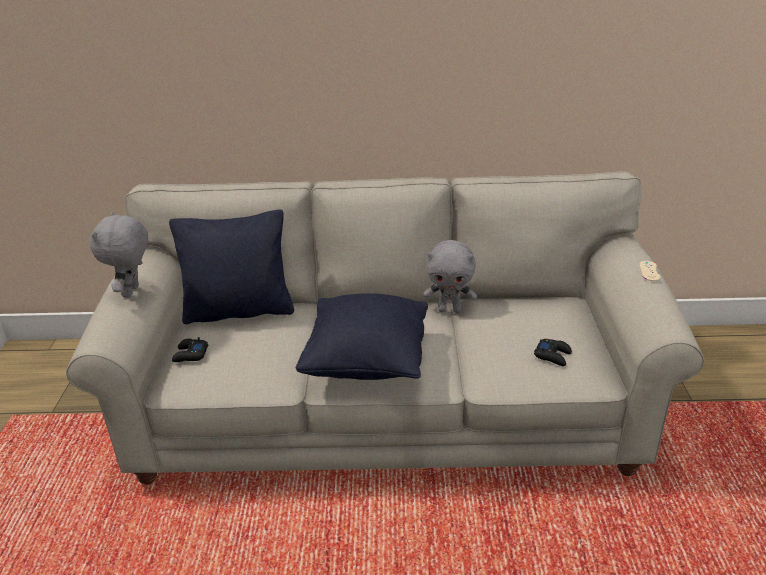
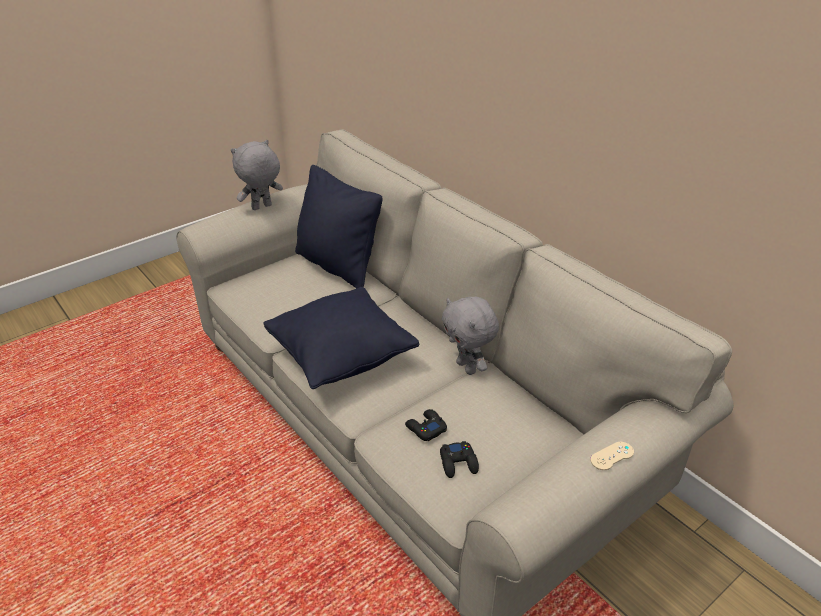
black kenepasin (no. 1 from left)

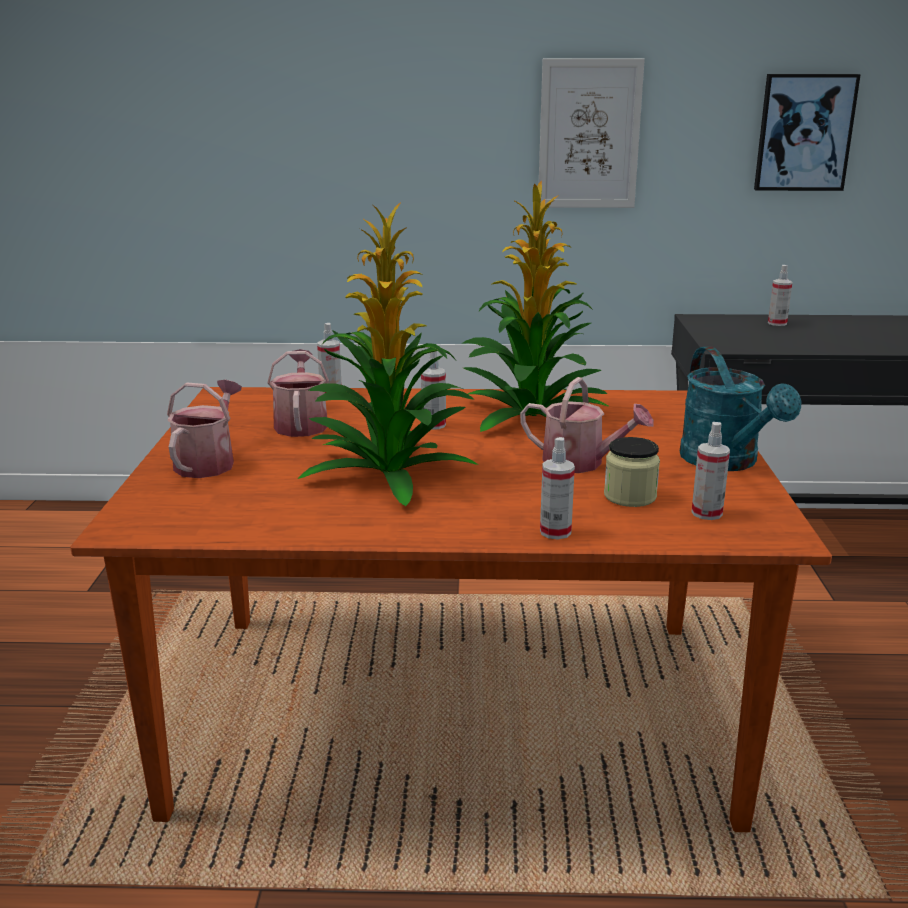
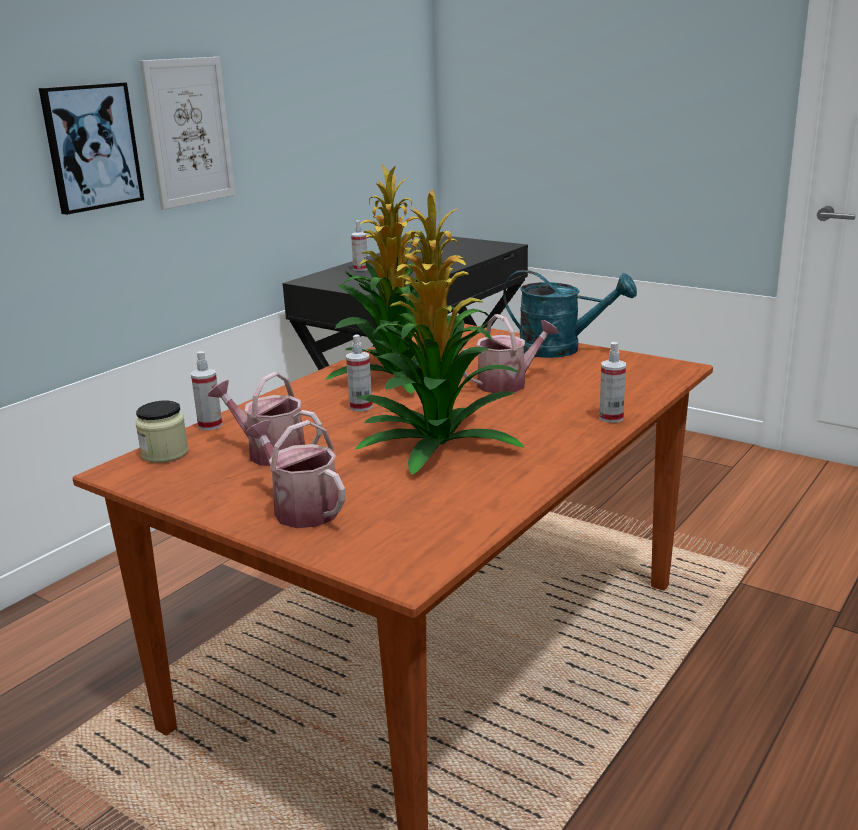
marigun (no. 1 from left)
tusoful (no. 4 from left in the first image)
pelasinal

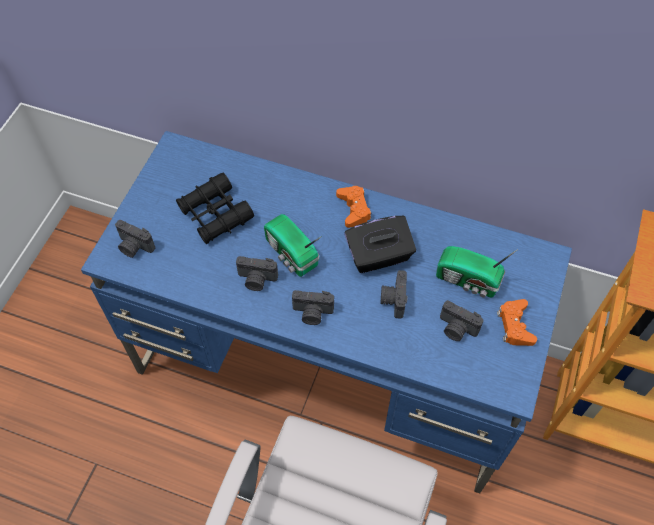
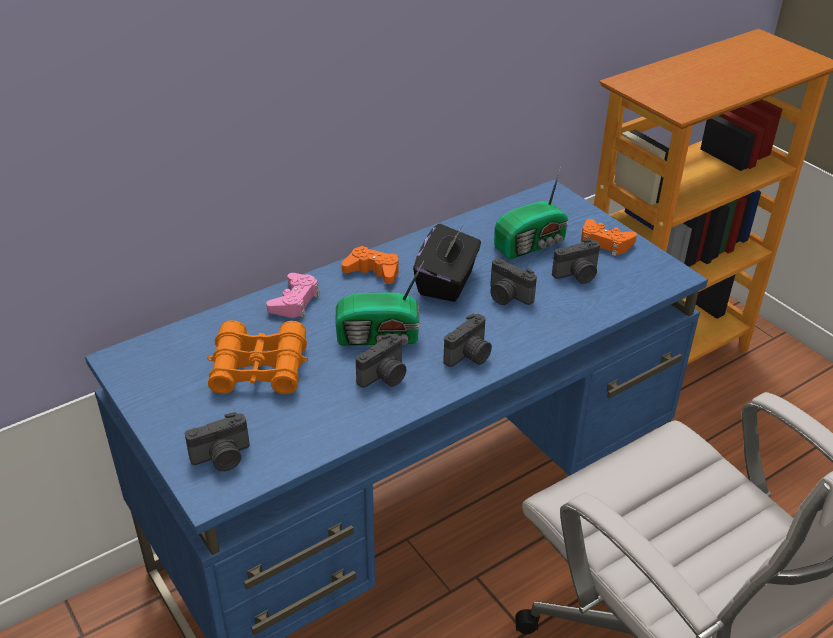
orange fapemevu
pink kenepasin

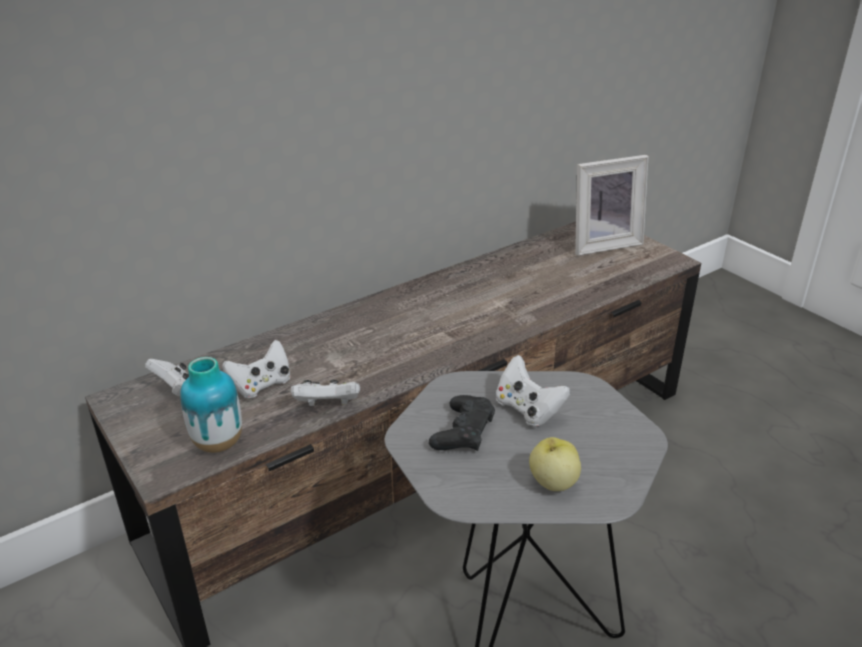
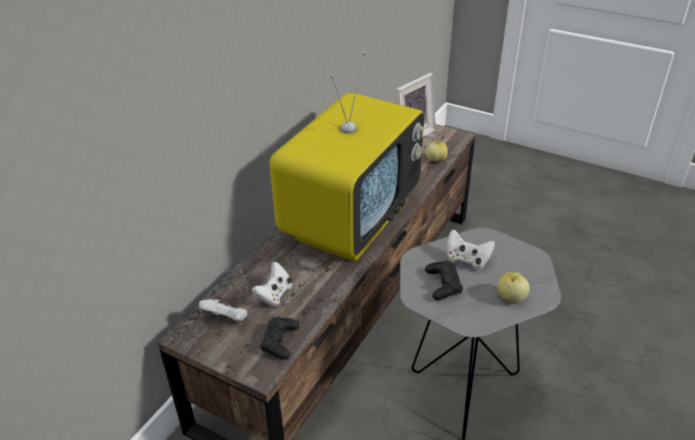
black kenepasin (no. 1 from left)
white kenepasin (no. 3 from left in the first image)
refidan
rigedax (no. 1 from left)

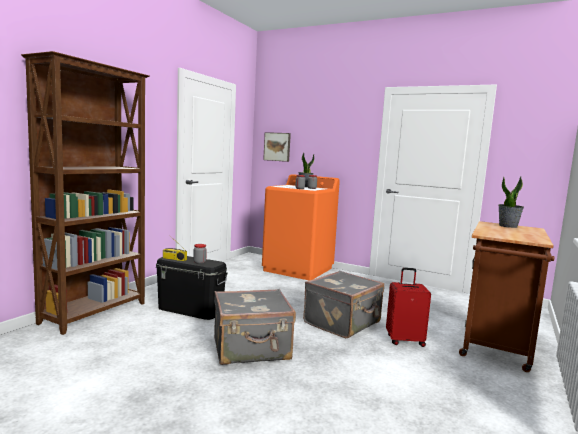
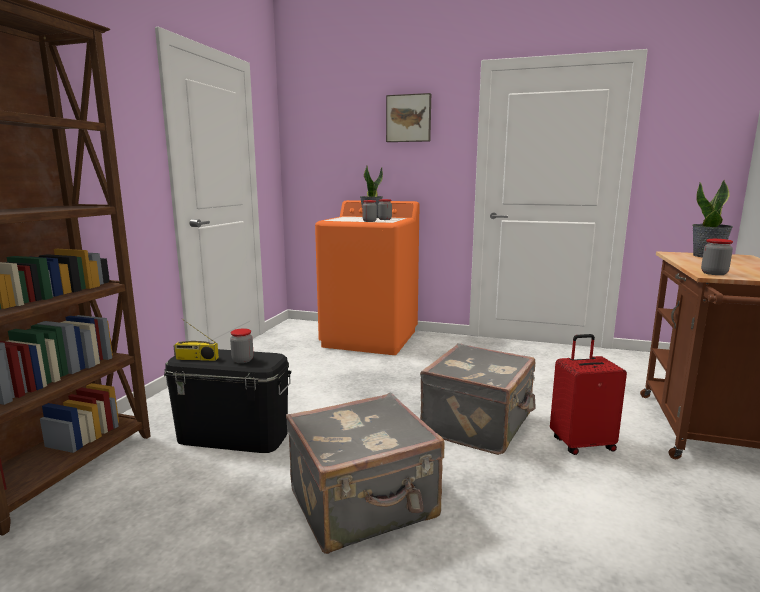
marigun
pelasinal (no. 4 from left)

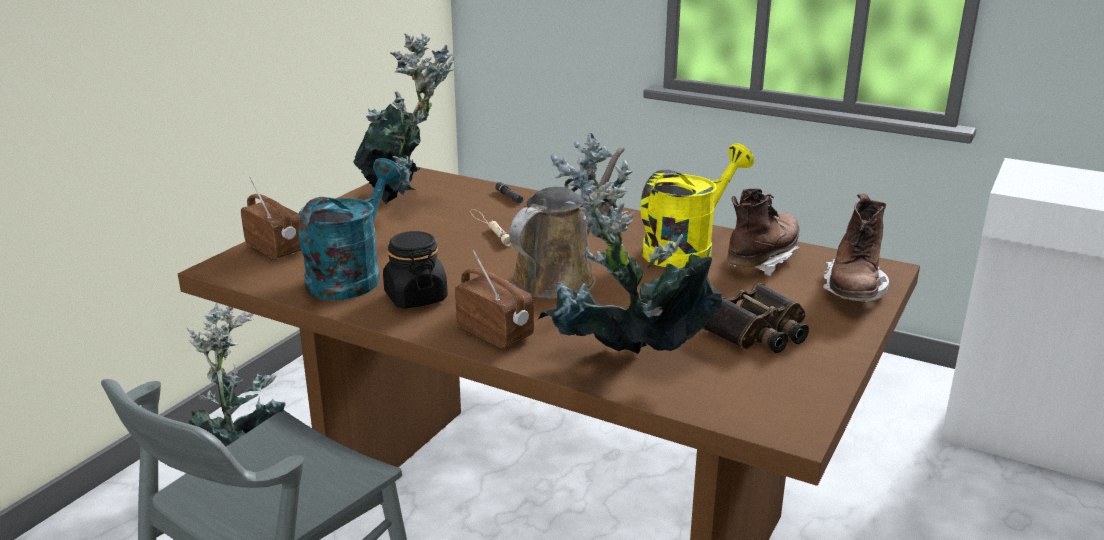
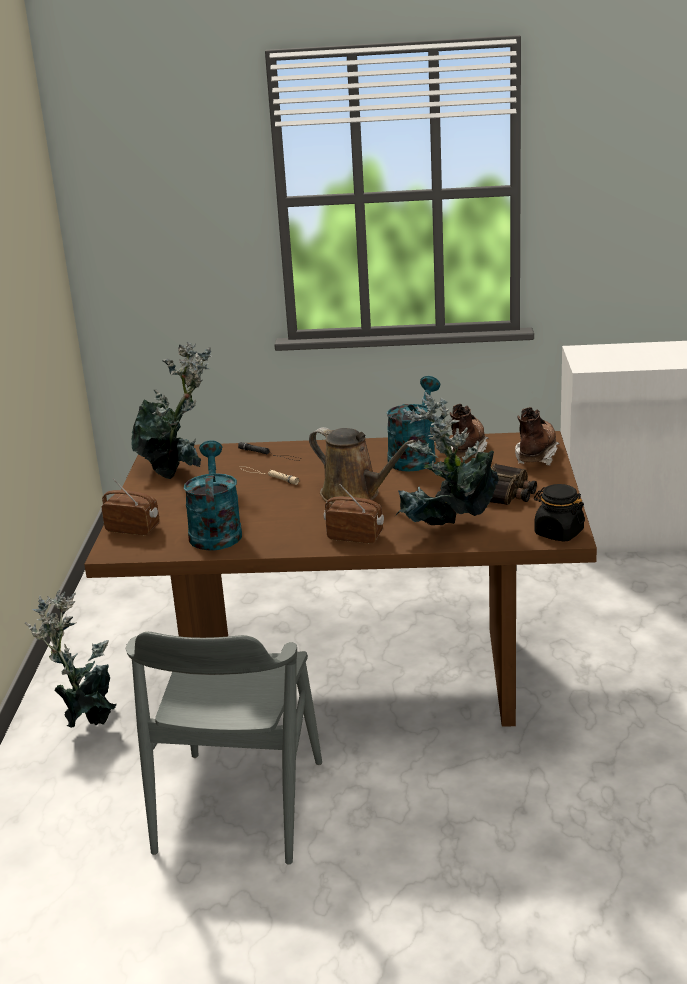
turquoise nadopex (no. 2 from left)
brown nadopex
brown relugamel (no. 2 from left)
black pelasinal

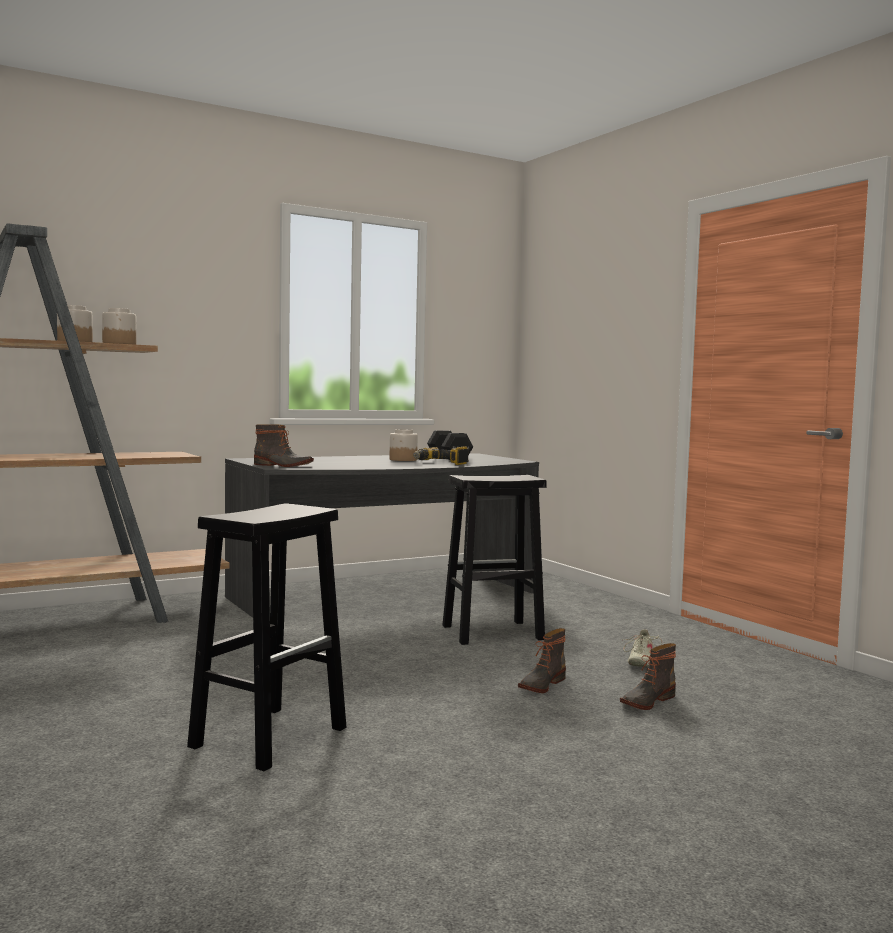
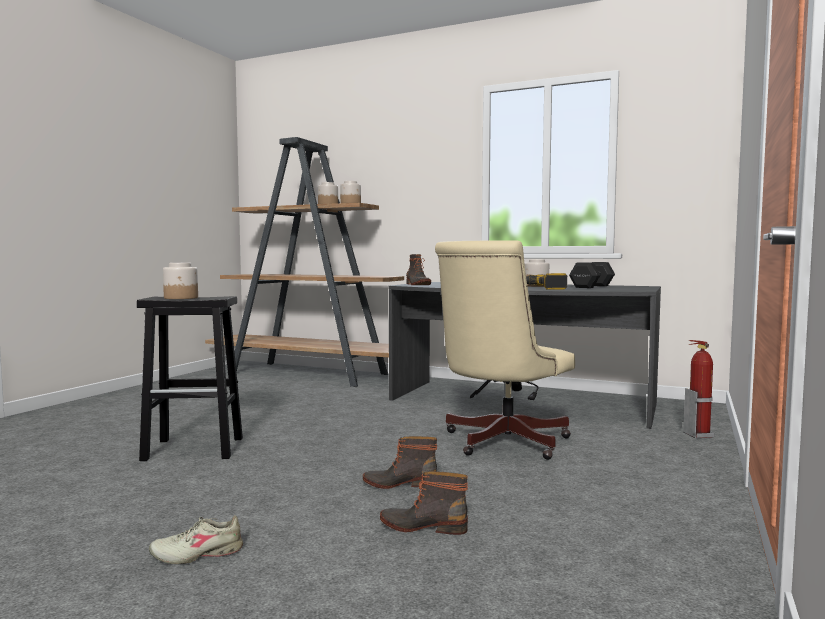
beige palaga
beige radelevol
pelasinal (no. 1 from left)
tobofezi

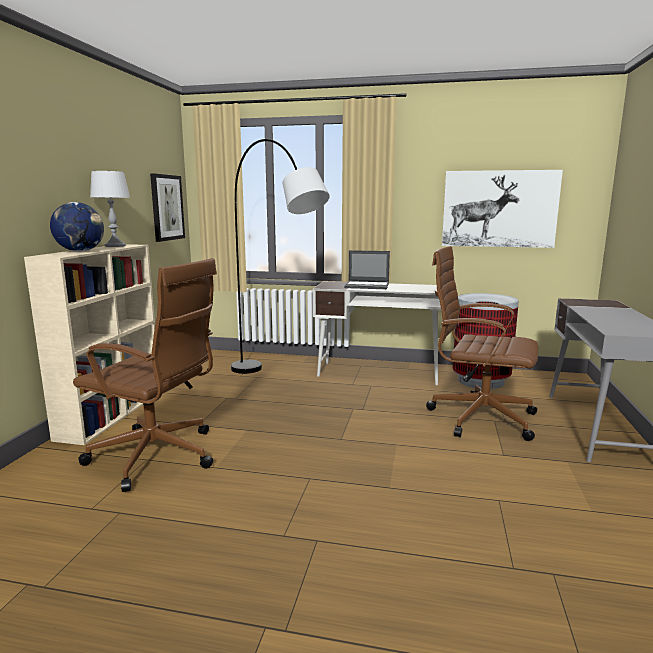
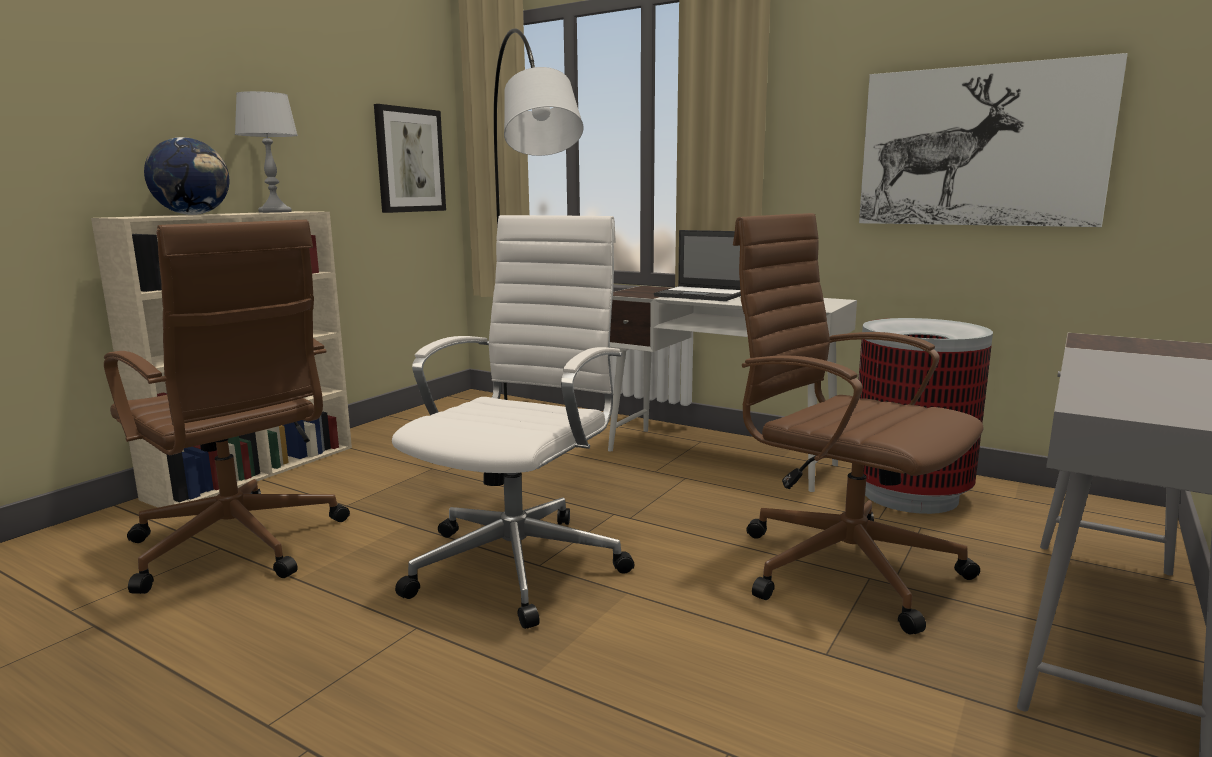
white palaga

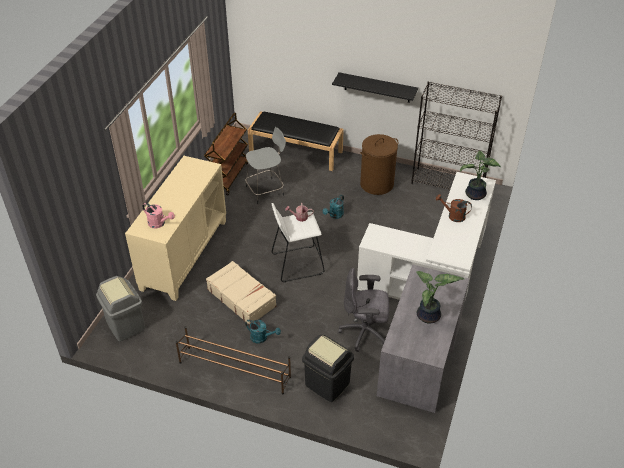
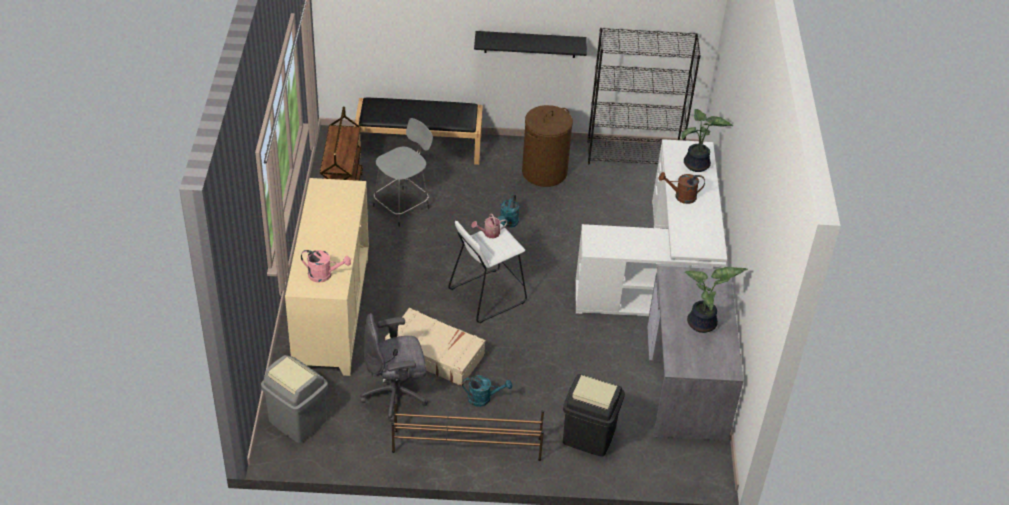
grey palaga

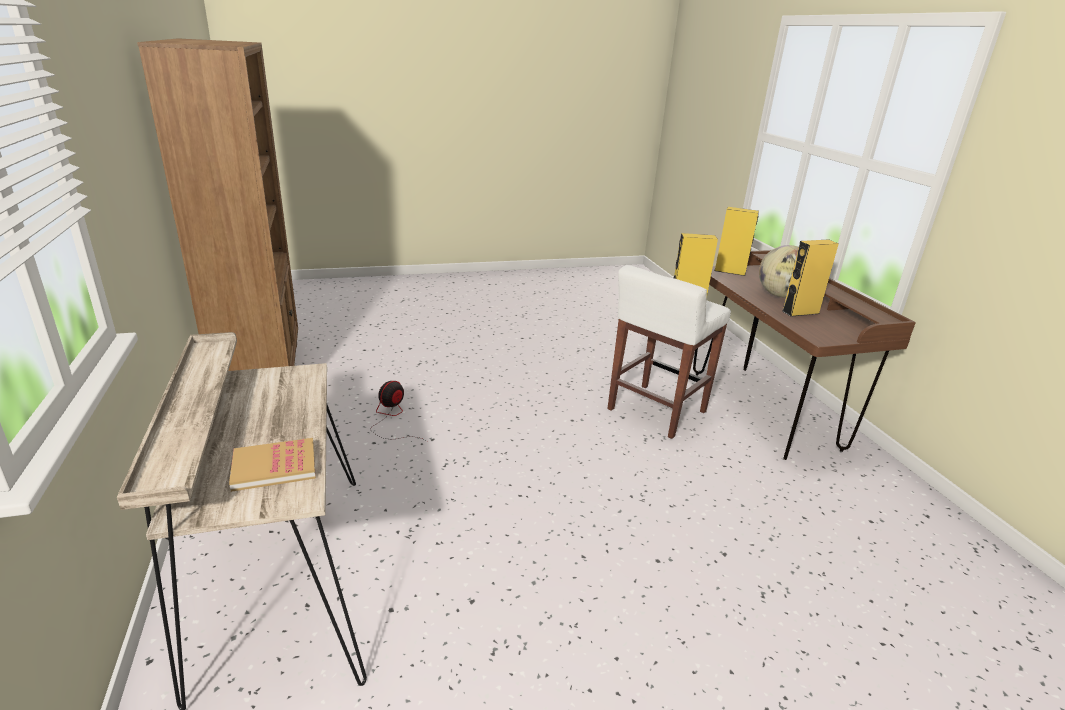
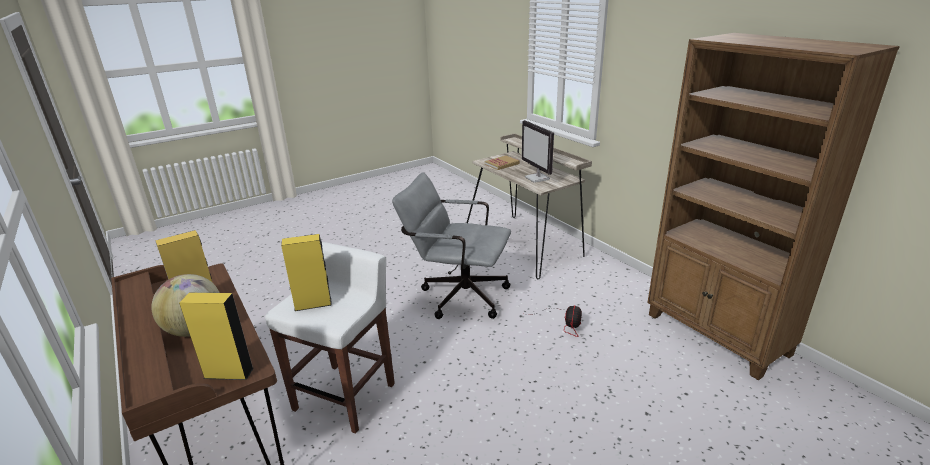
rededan
grey palaga

